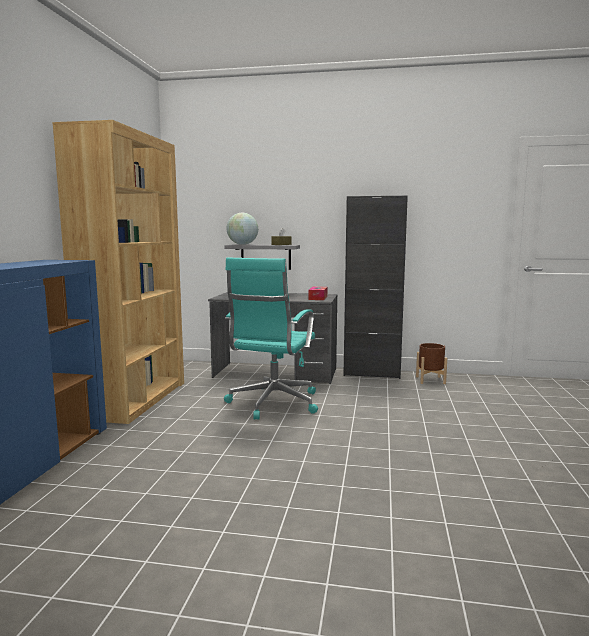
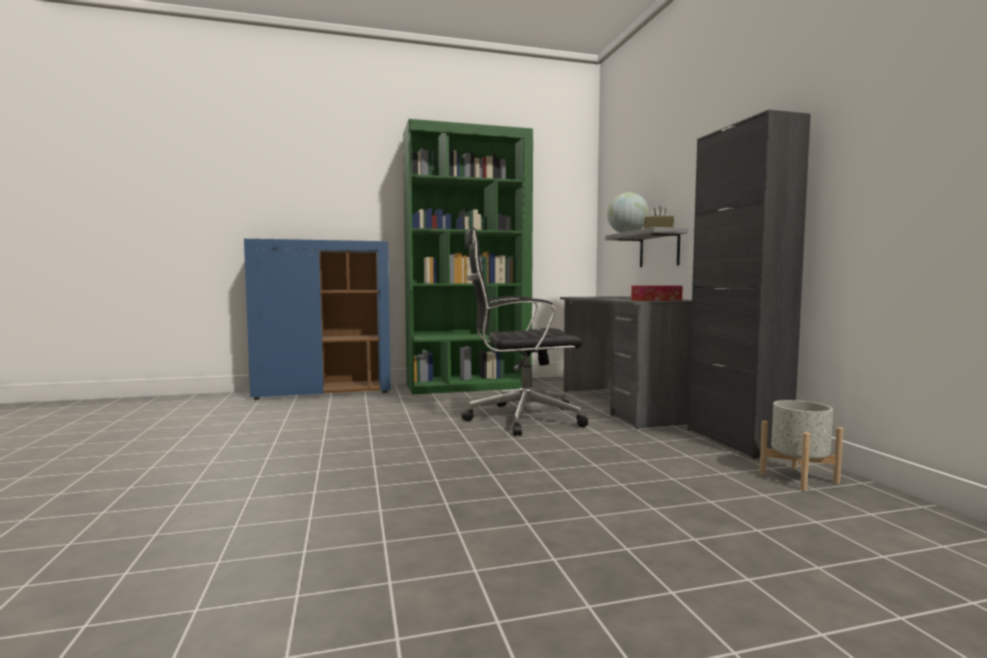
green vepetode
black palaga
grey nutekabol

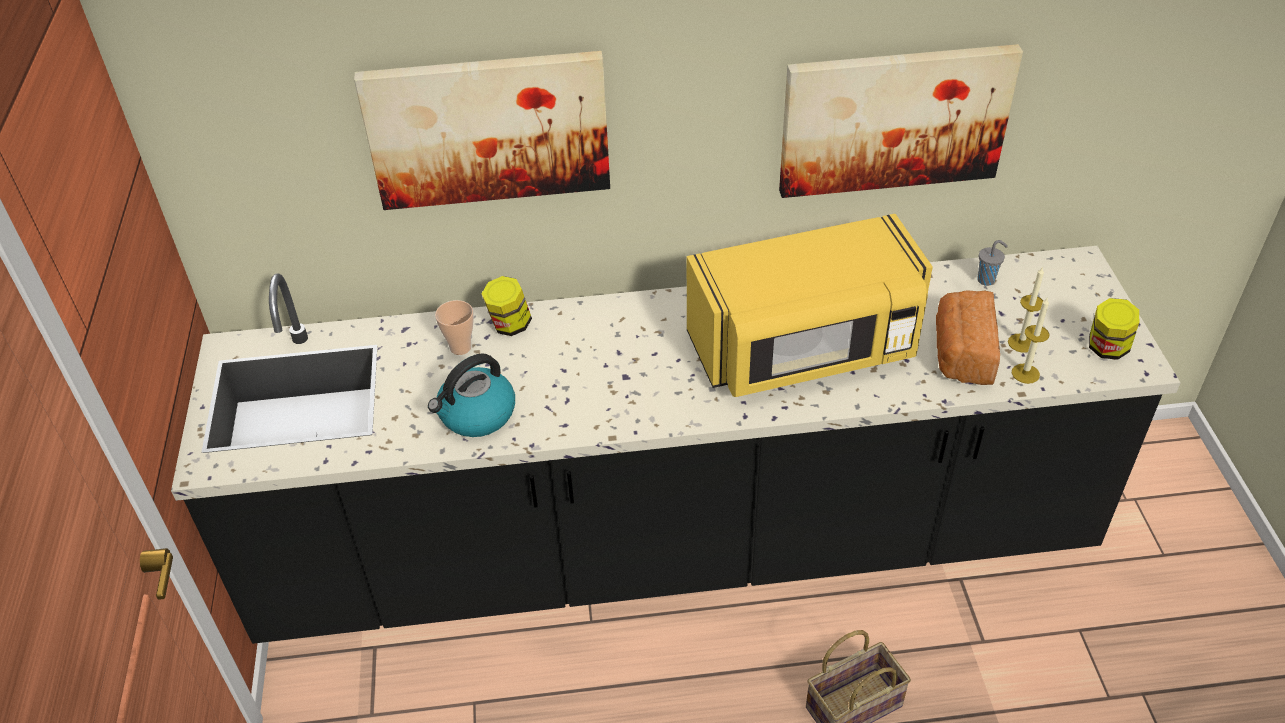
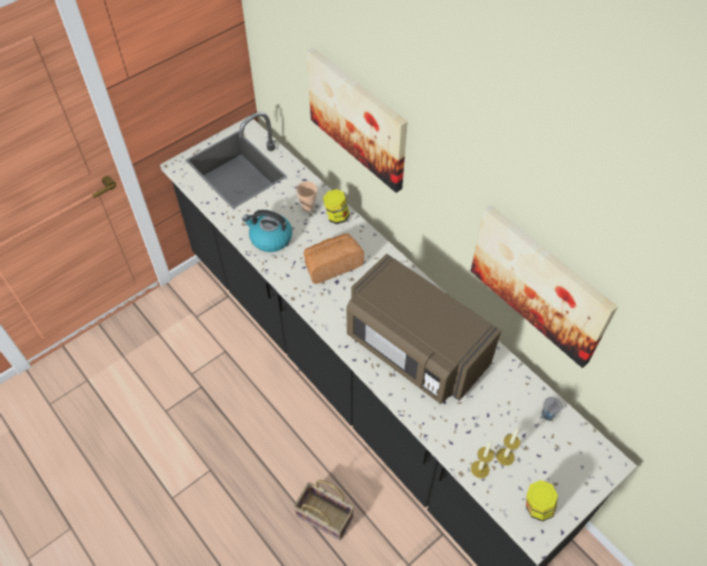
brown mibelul
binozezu

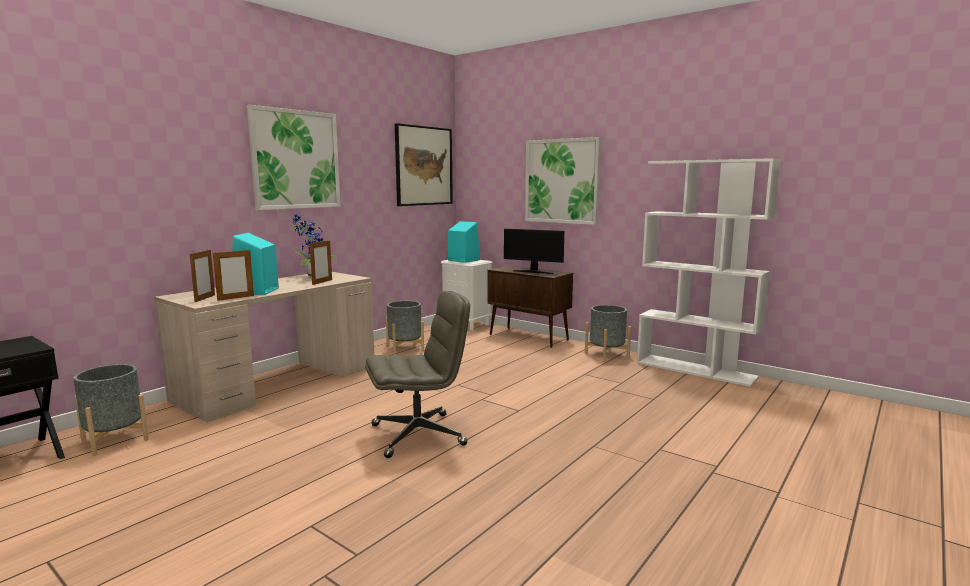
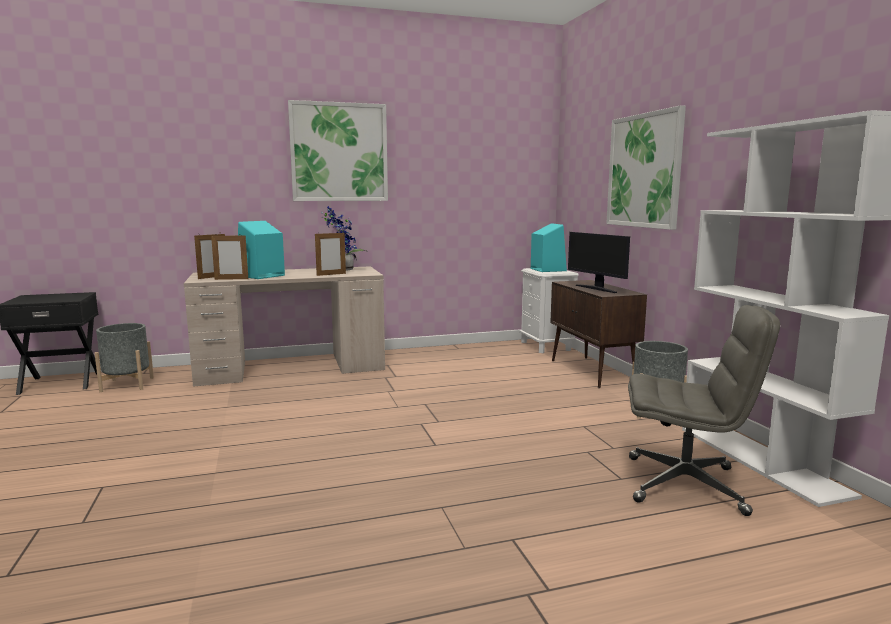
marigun (no. 2 from left in the first image)
grey palaga
grey nutekabol (no. 2 from left in the first image)

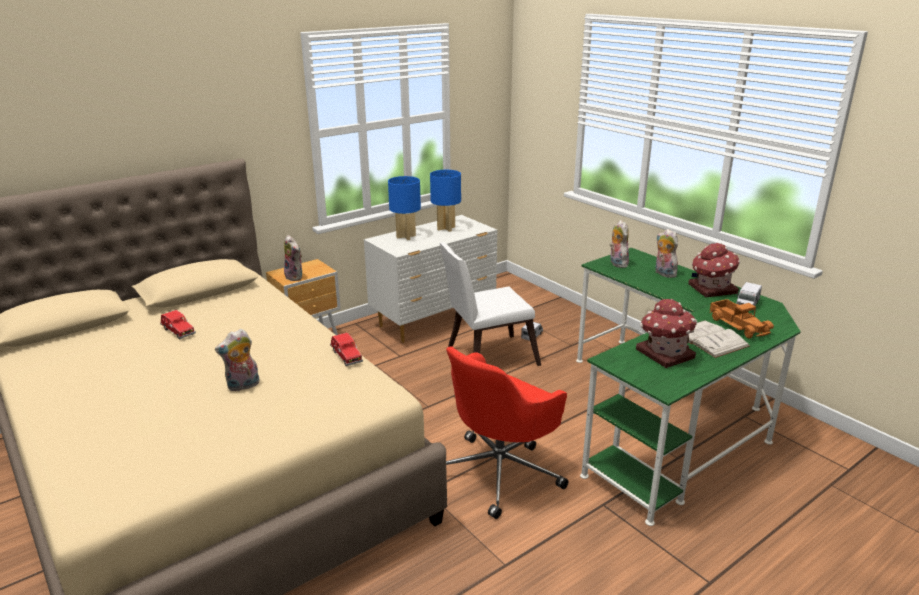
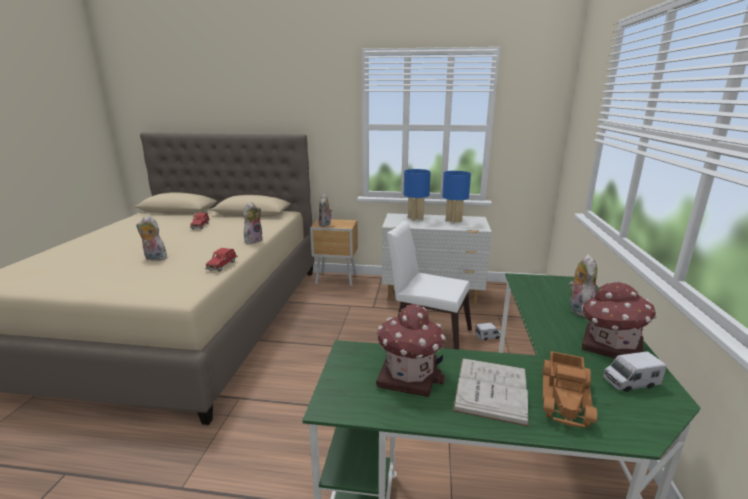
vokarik (no. 2 from left)
red palaga

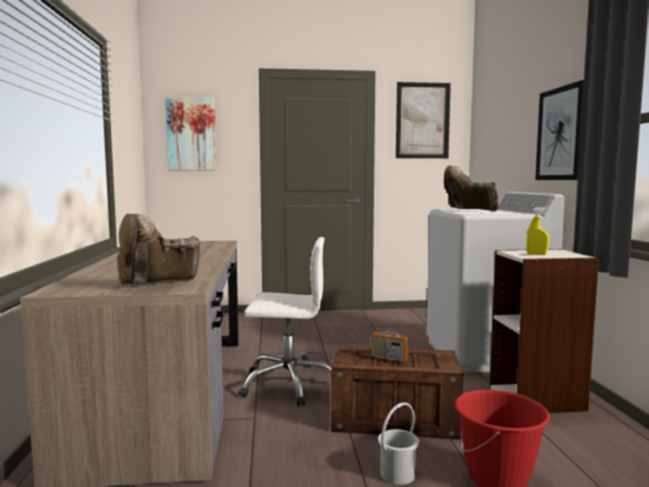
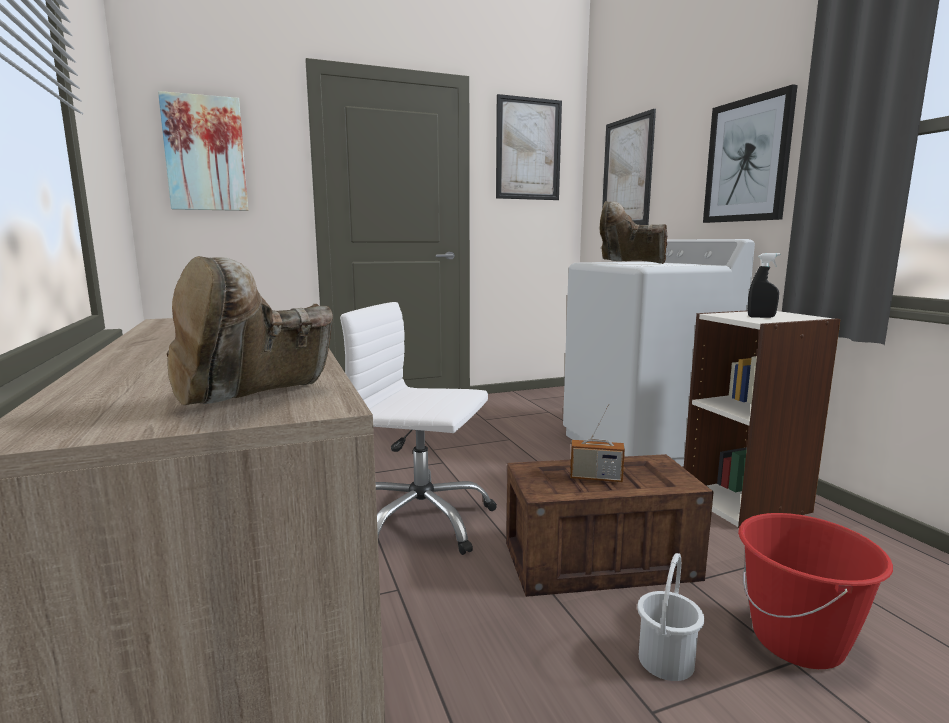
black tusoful
white palaga
marigun (no. 3 from left)

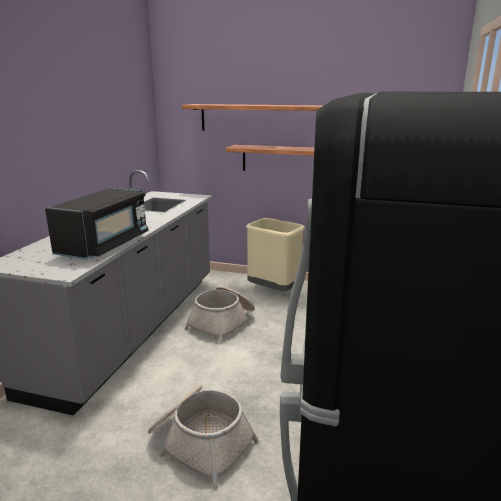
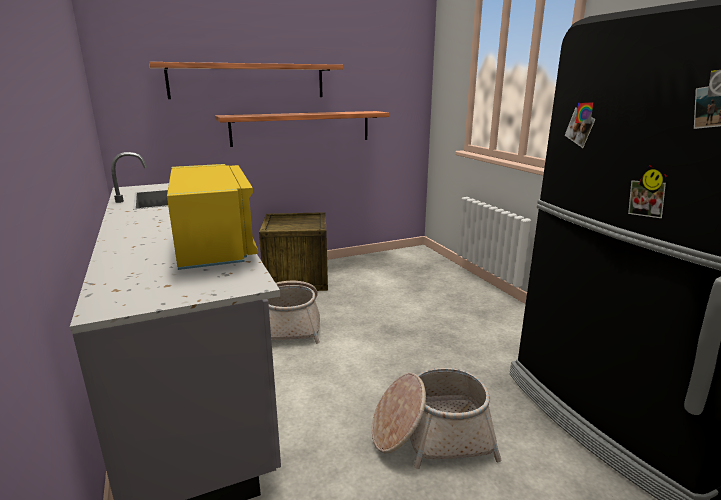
yellow mibelul
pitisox

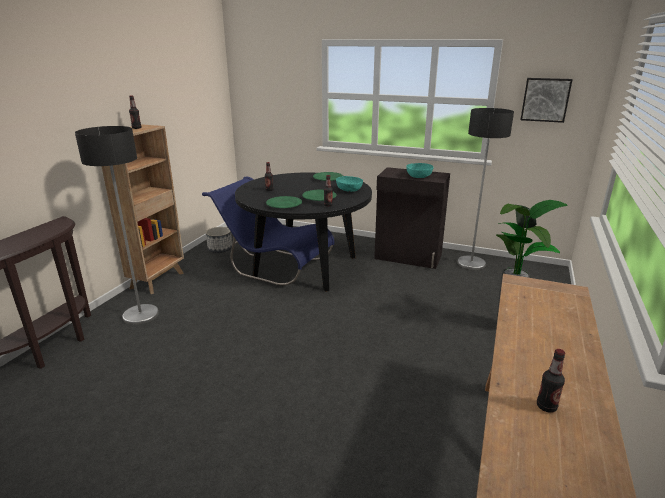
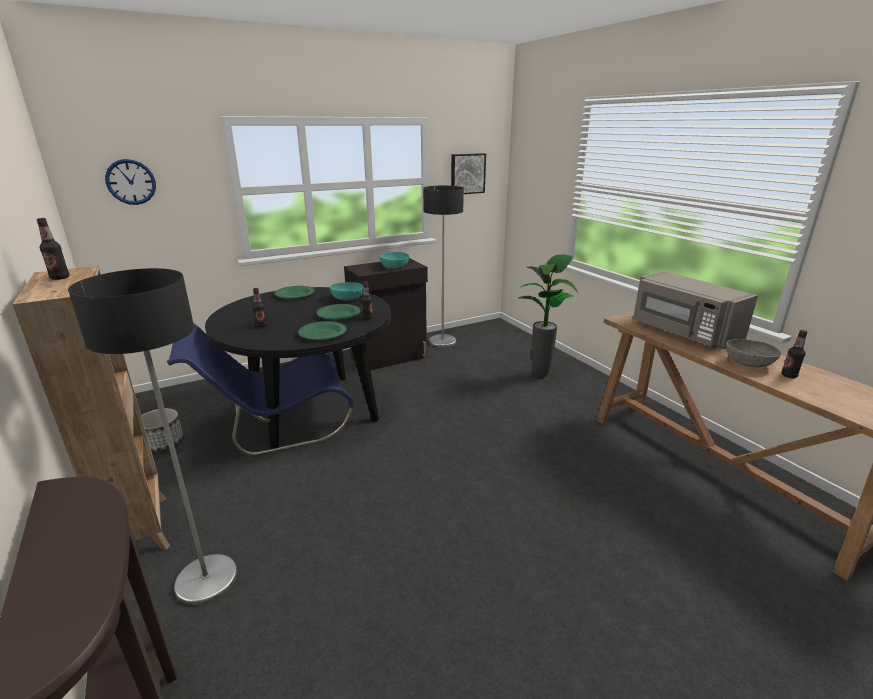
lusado
grey mibelul
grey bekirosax

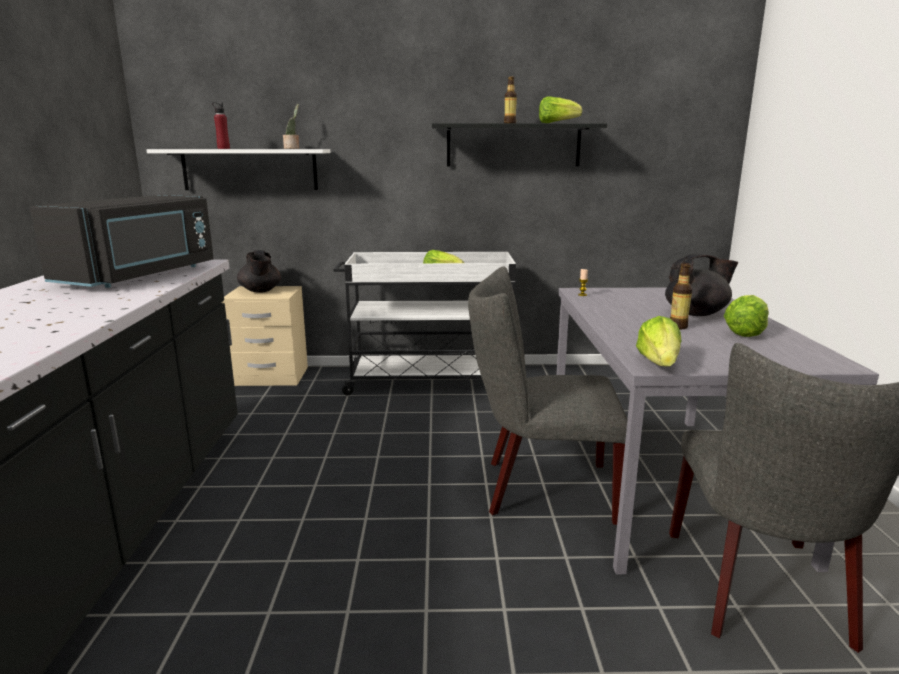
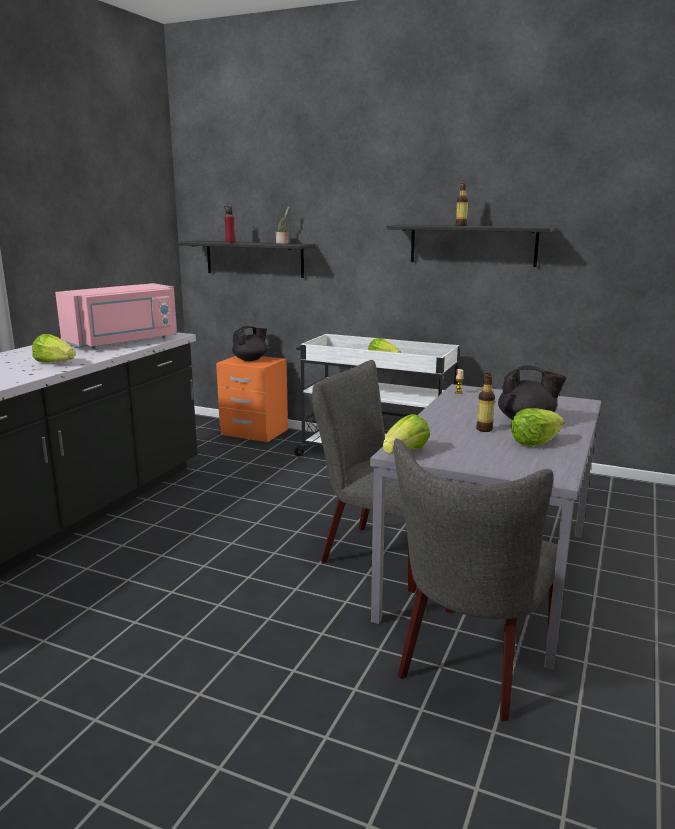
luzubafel (no. 1 from left)
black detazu (no. 1 from left)
pink mibelul
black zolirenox (no. 1 from left)
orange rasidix

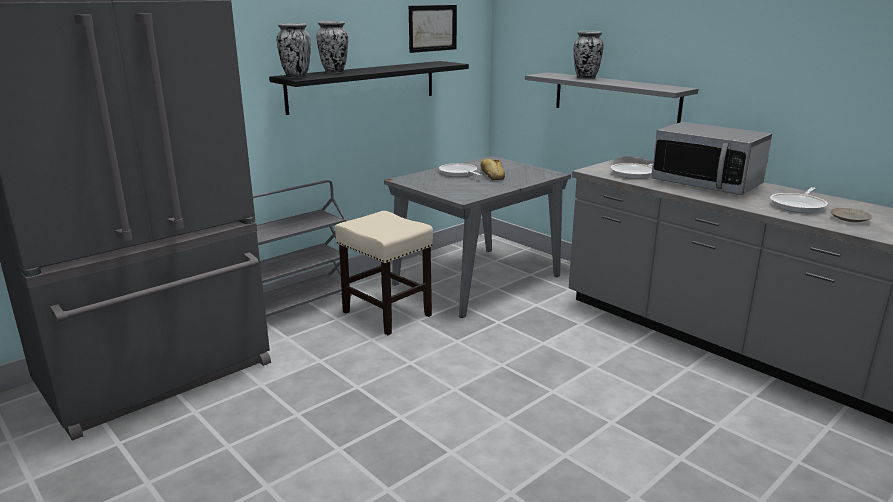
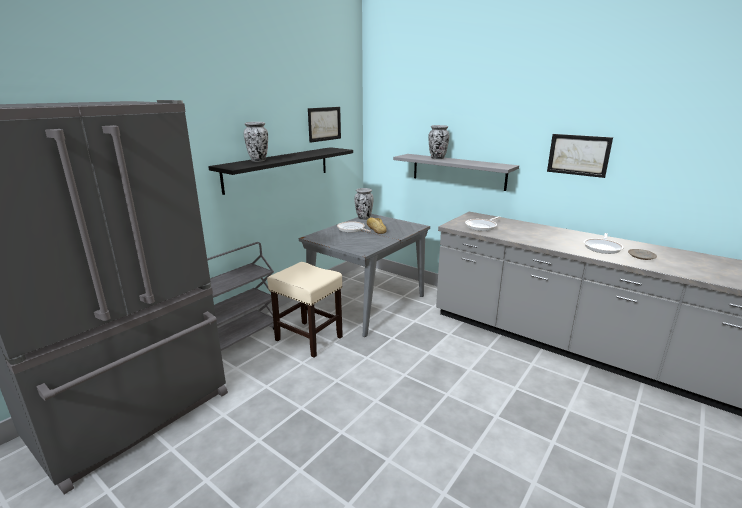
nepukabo (no. 2 from left)
mibelul
marigun (no. 2 from left)

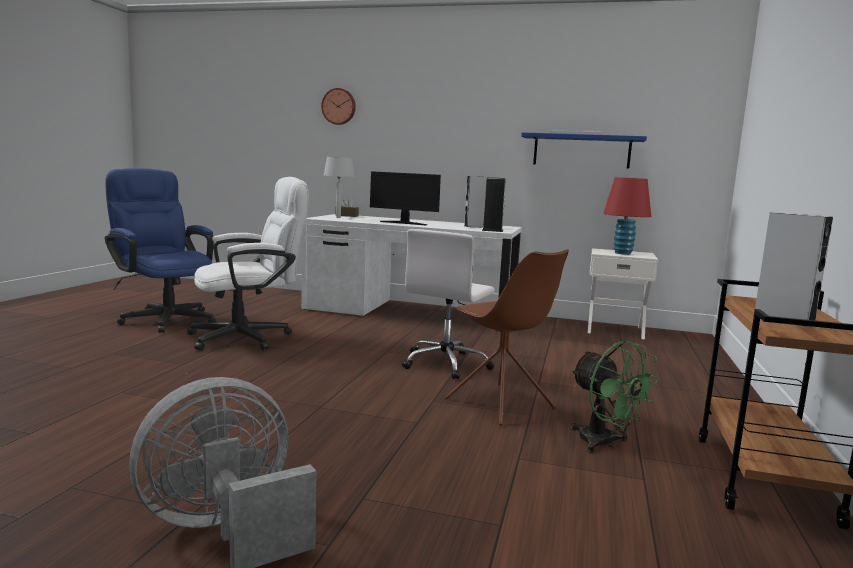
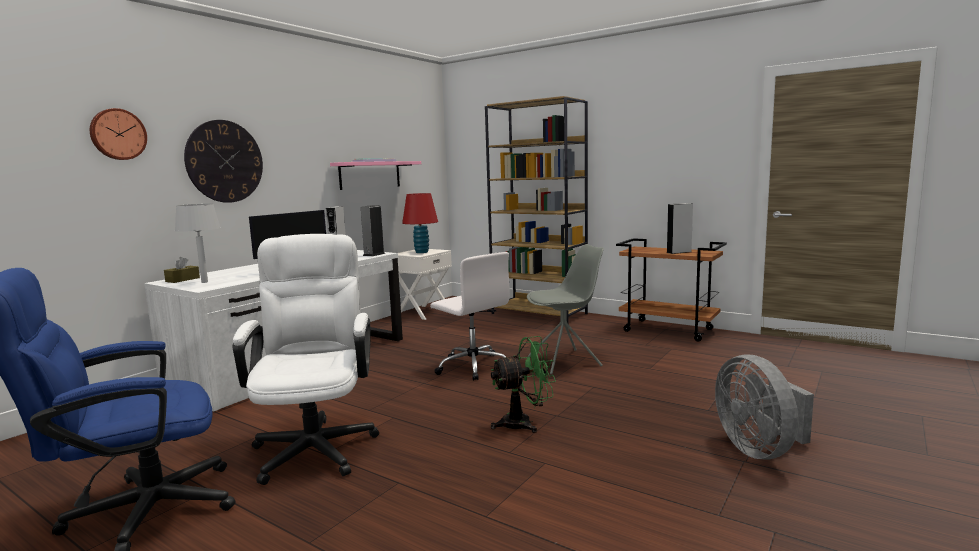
pink detazu
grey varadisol
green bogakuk
brown vepetode
lusado (no. 2 from left)

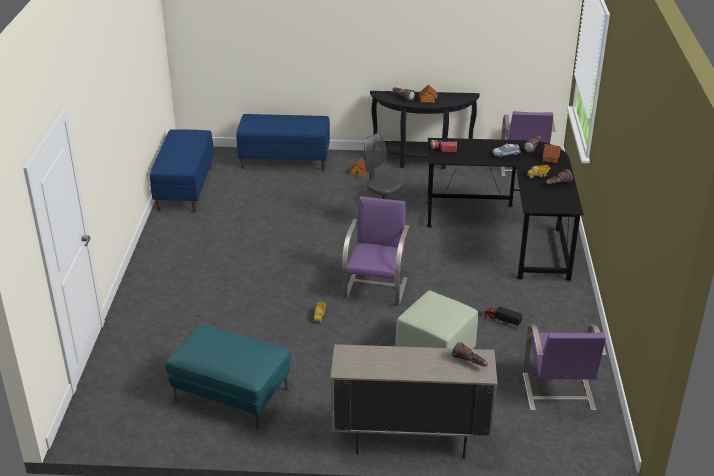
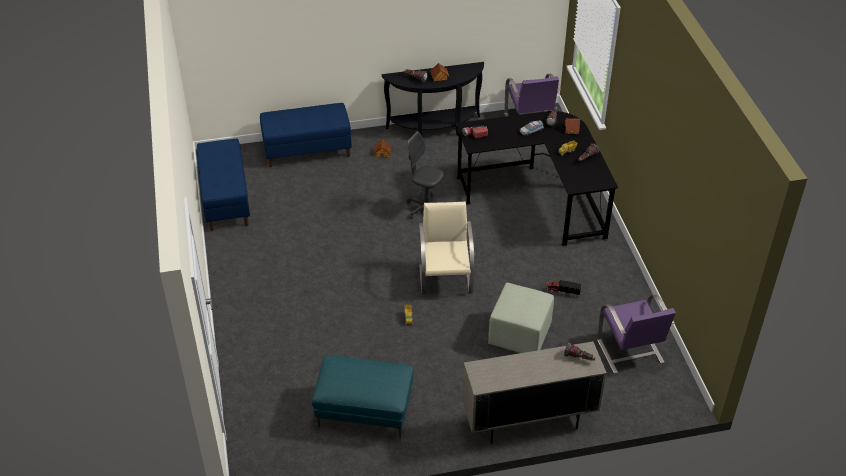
beige varadisol

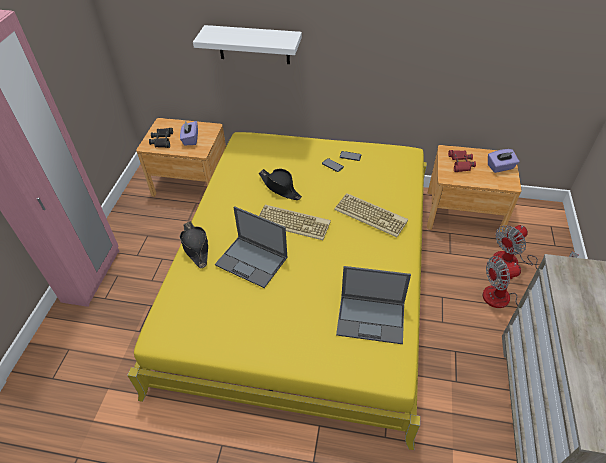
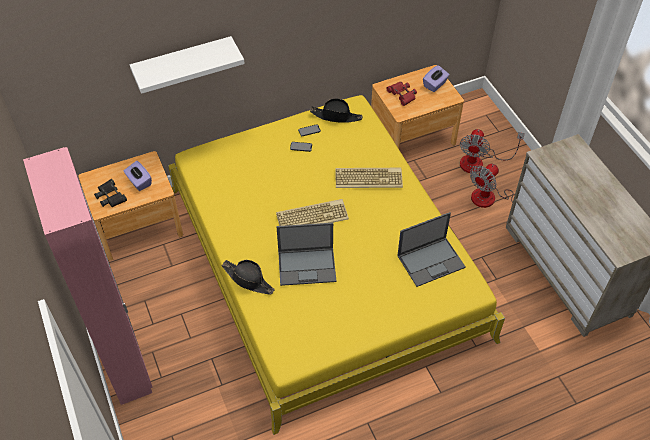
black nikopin (no. 2 from left)

